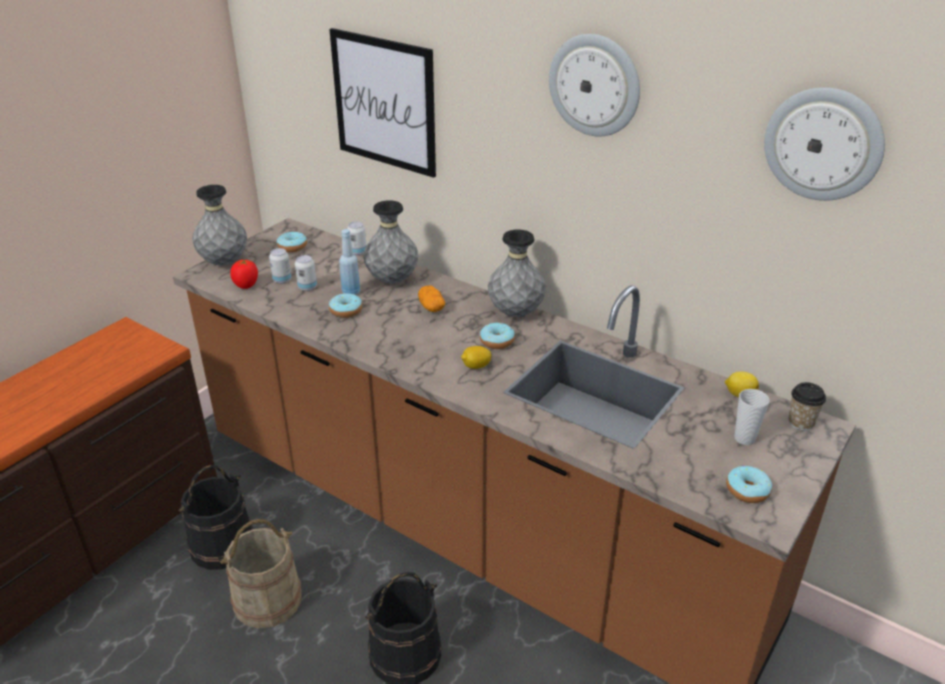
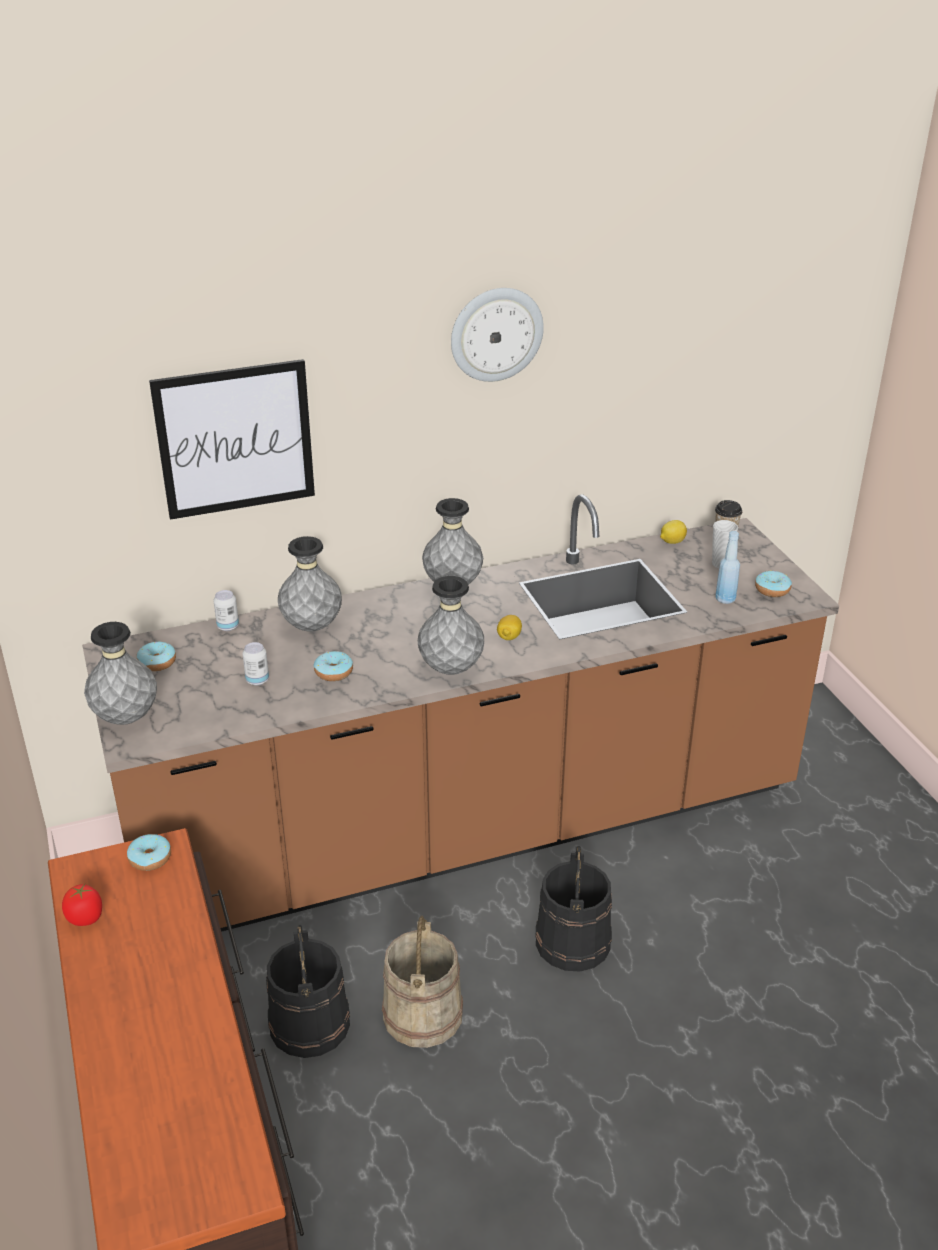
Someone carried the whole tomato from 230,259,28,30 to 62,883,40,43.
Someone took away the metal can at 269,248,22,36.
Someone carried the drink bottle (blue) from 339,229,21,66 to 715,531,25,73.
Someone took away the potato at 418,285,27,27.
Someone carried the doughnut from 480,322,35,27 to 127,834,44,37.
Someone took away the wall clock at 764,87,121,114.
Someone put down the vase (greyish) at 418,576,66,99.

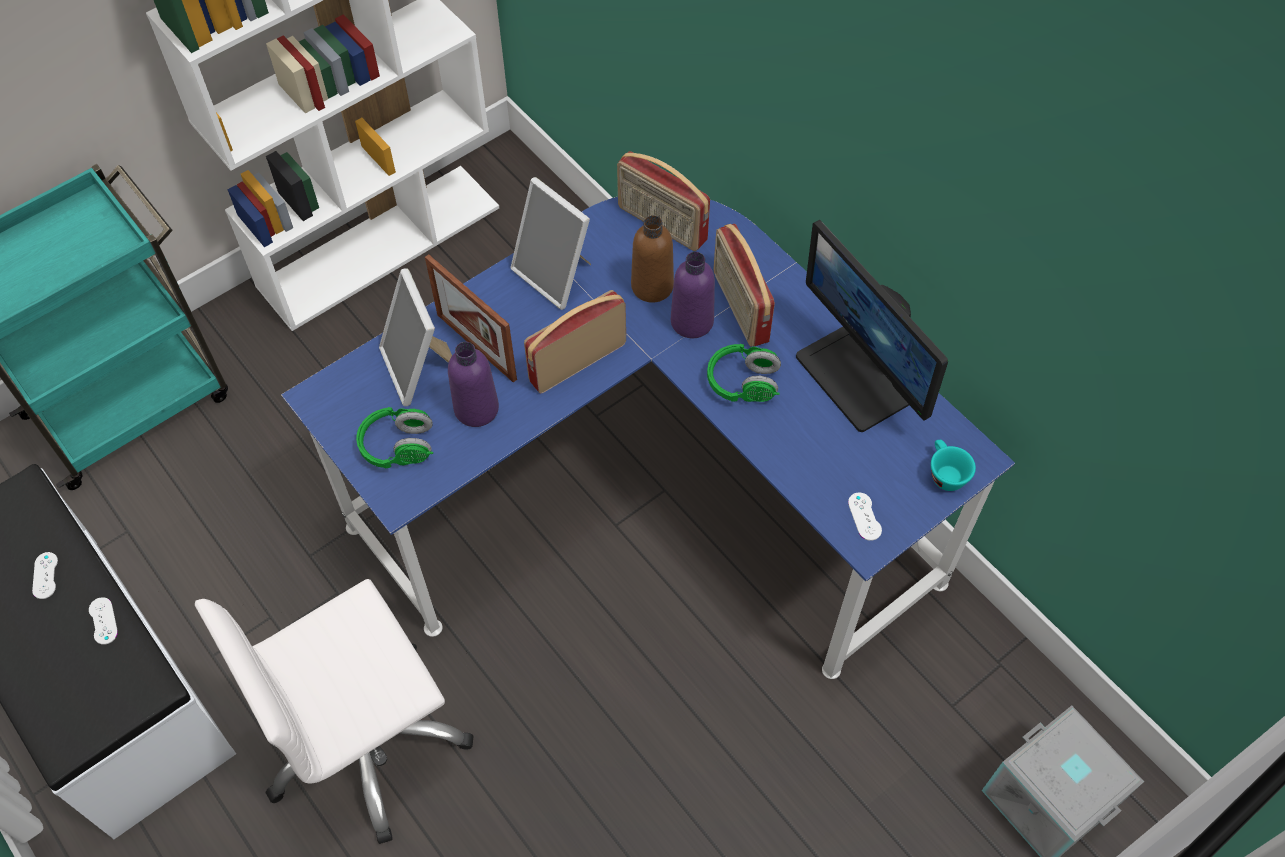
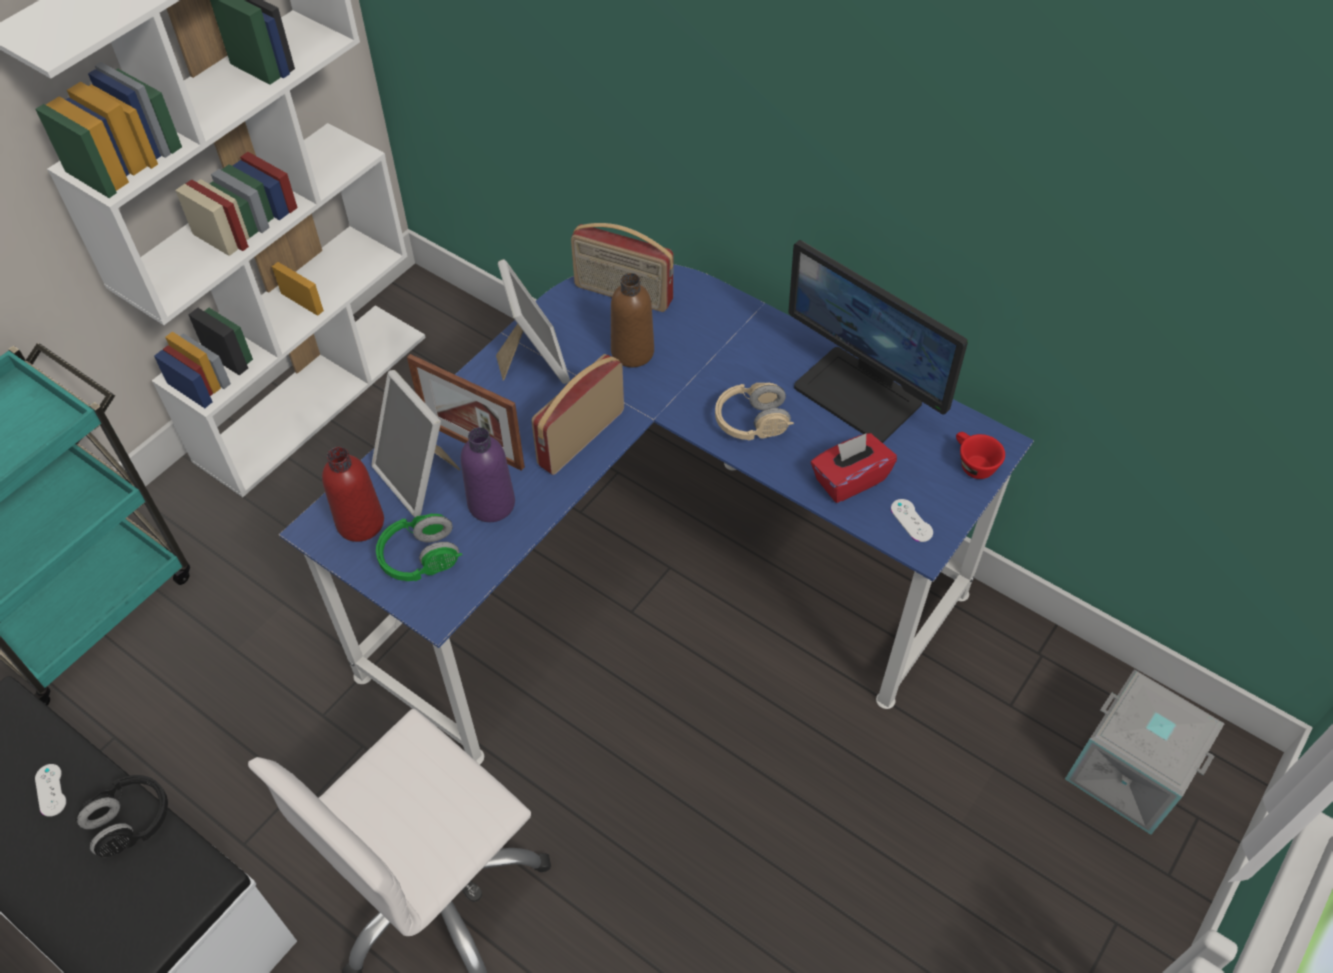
Someone swapped the joypad (white-coloured) at 89,597,29,48 for the headphones (black) at 74,775,94,82.
Someone rotated the photo frame at 510,177,81,133 by 135 degrees counterclockwise.
Someone took away the drink bottle (purple) at 671,252,44,86.
Someone repainted the headphones (green) at 707,344,74,58, which became the headphones (beige-coloured) at 715,382,79,59.
Someone took away the radio at 714,224,61,123.
Someone repainted the small cup (blue-green) at 931,440,45,51, which became the small cup (red) at 956,432,49,47.
Someone put down the drink bottle (red) at 322,447,62,95.
Someone put down the box of tissues (red) at 811,433,86,70.

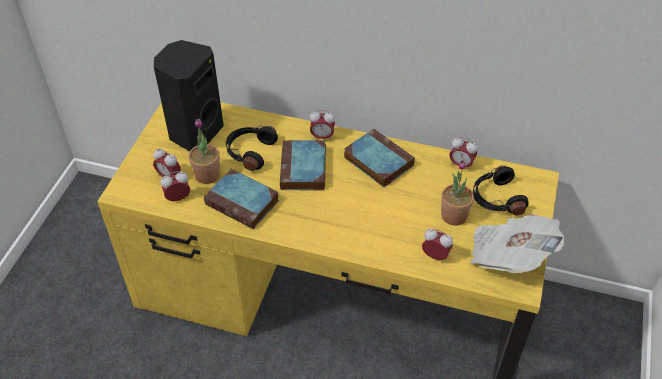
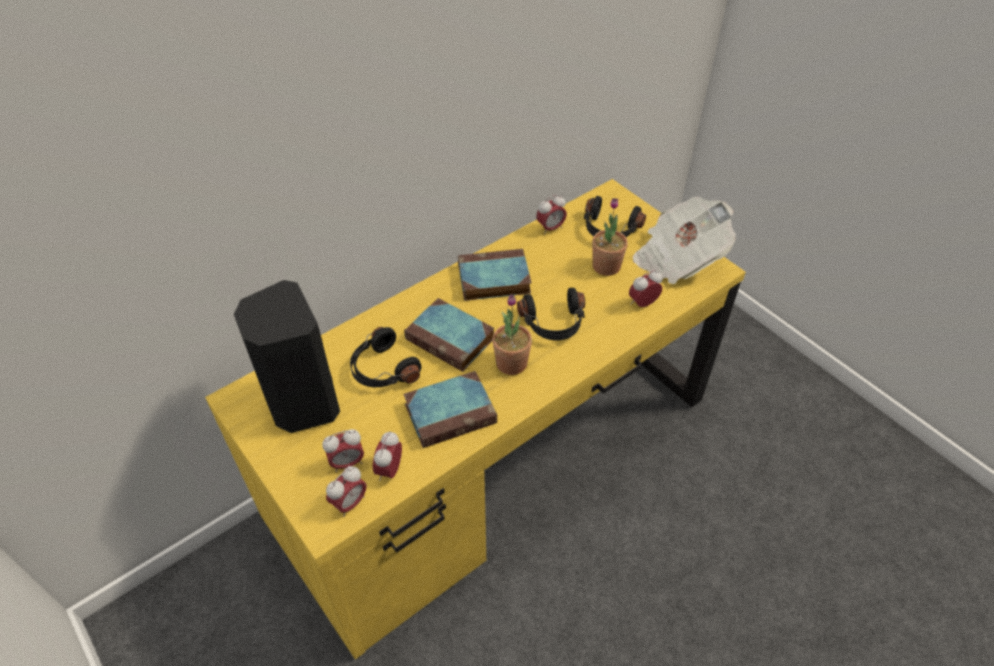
Someone carried the potted plant from 189,119,31,65 to 492,294,40,81.
Someone carried the bedside clock from 309,110,26,30 to 326,466,40,51.
Someone put down the headphones (black) at 517,288,68,53.

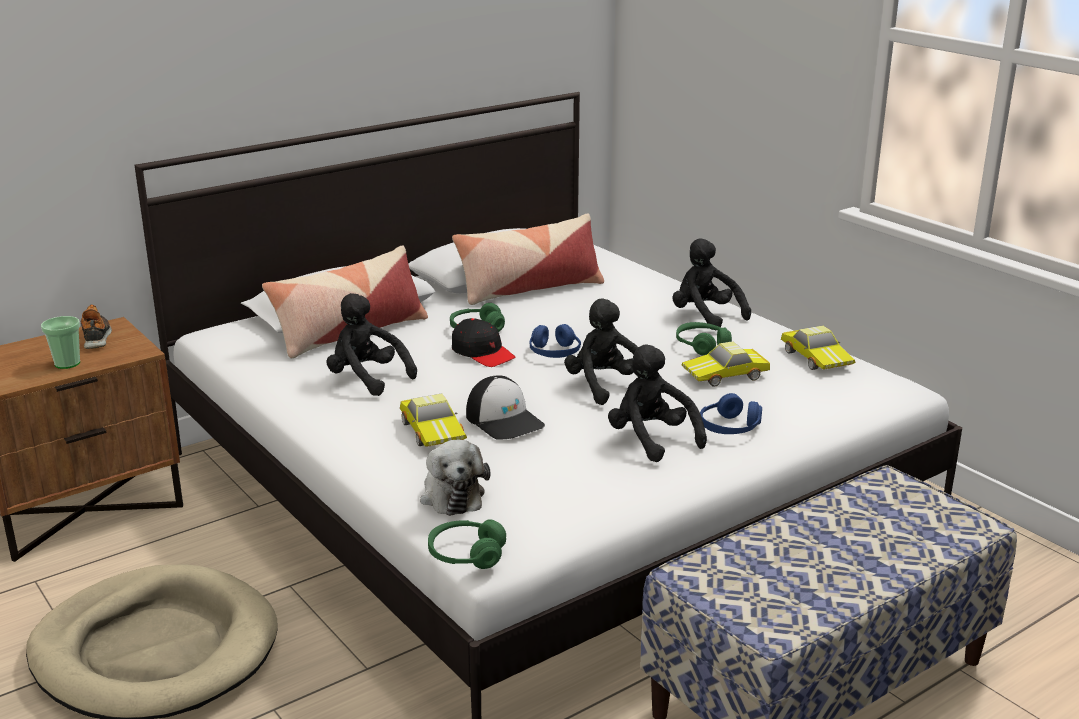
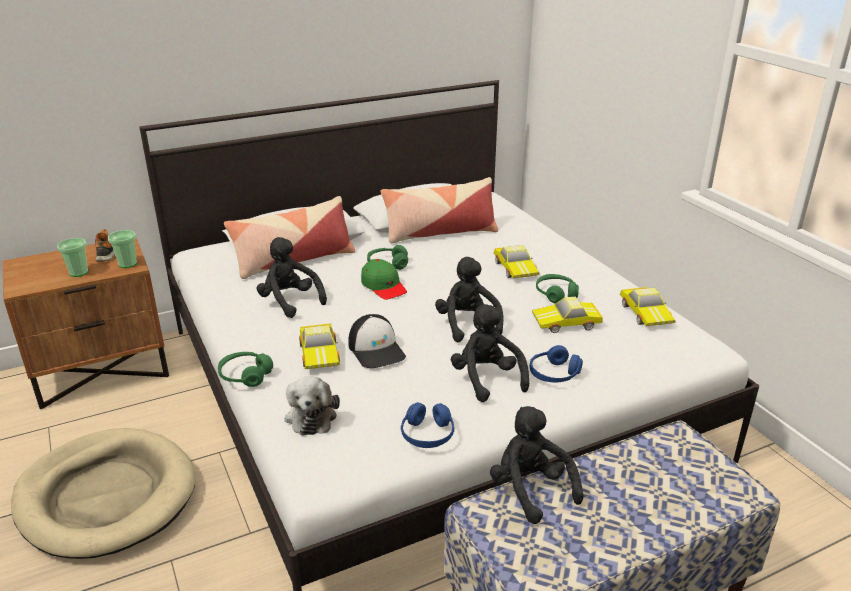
Someone carried the headphones (green) from 428,519,78,50 to 218,352,55,35.
Someone repainted the cap (black) at 452,318,64,49, which became the cap (green) at 361,259,46,41.
Someone carried the headphones (blue) from 530,324,51,34 to 401,402,53,46.
Someone carried the cuddly toy (black) from 672,238,79,92 to 490,406,94,118.
Someone put down the small cup at 108,230,29,38.
Someone put down the model car at 494,245,46,33.

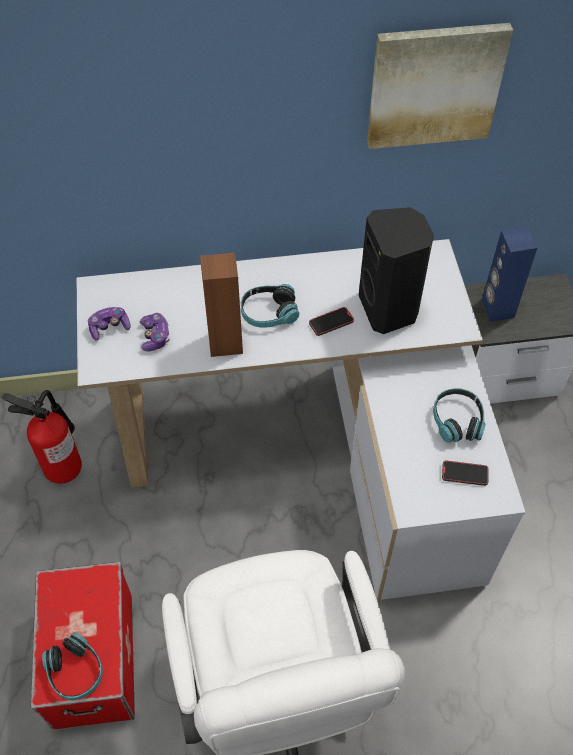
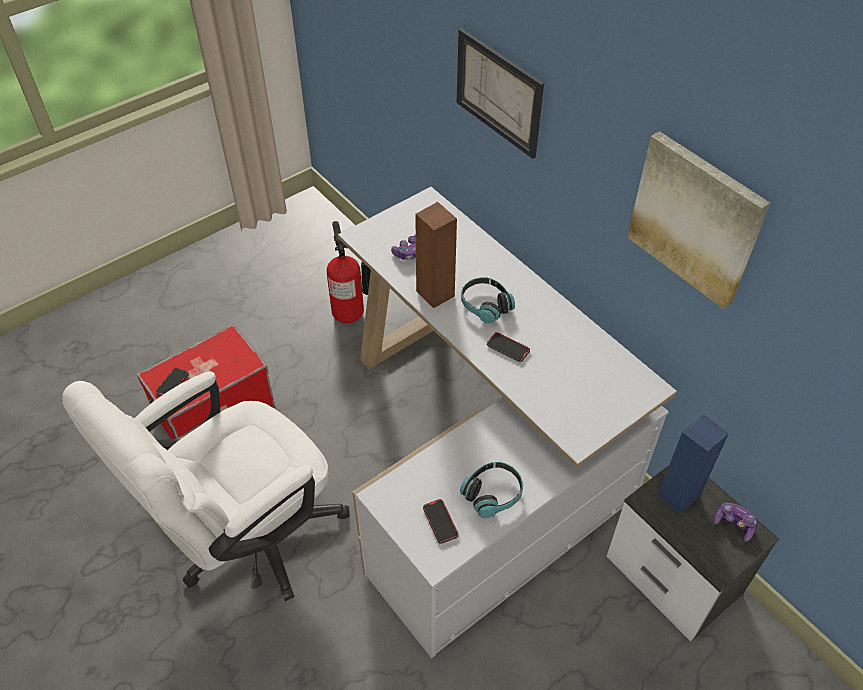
Someone swapped the headphones at 42,632,61,68 for the telephone at 155,367,34,29.
Someone carried the joypad from 88,307,43,34 to 713,503,45,38.
Someone took away the audio speaker (black) at 359,207,75,127.
Someone put up the wall art at 457,28,87,131.

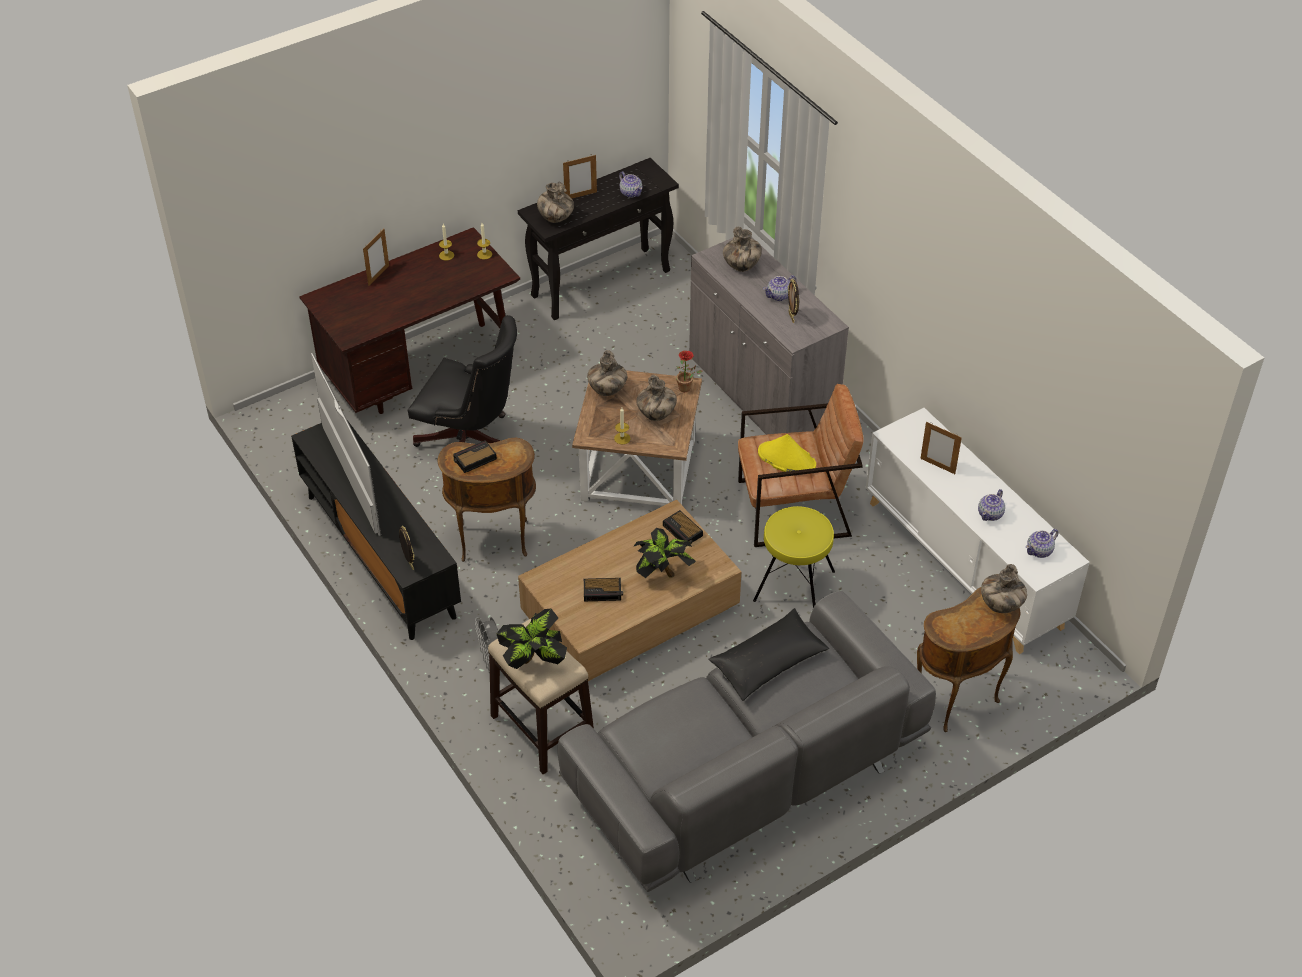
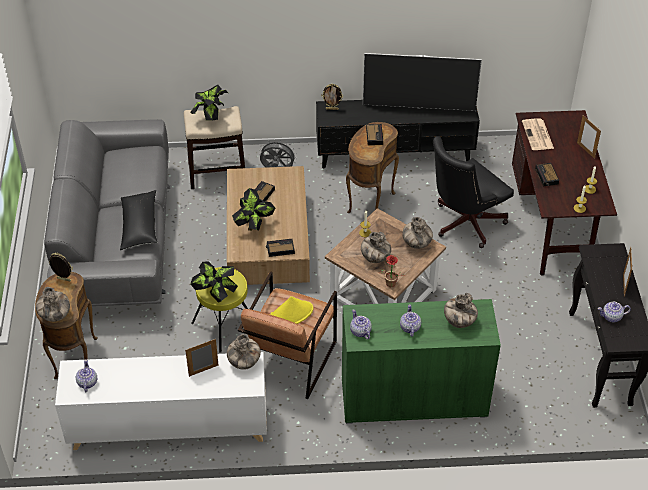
Someone carried the vase from 537,182,37,41 to 227,334,34,36.
Someone repainted the cupboard (greyish) at 689,237,160,198, which became the cupboard (green) at 342,299,159,125.
Someone carried the photo frame from 788,279,11,44 to 49,253,24,28.
Someone carried the tea pot from 978,489,27,32 to 350,309,22,30.
Someone put down the potted plant at 190,261,48,42.
Someone put down the daily paper at 522,118,32,32.
Someone put down the bedside clock at 535,163,24,24.

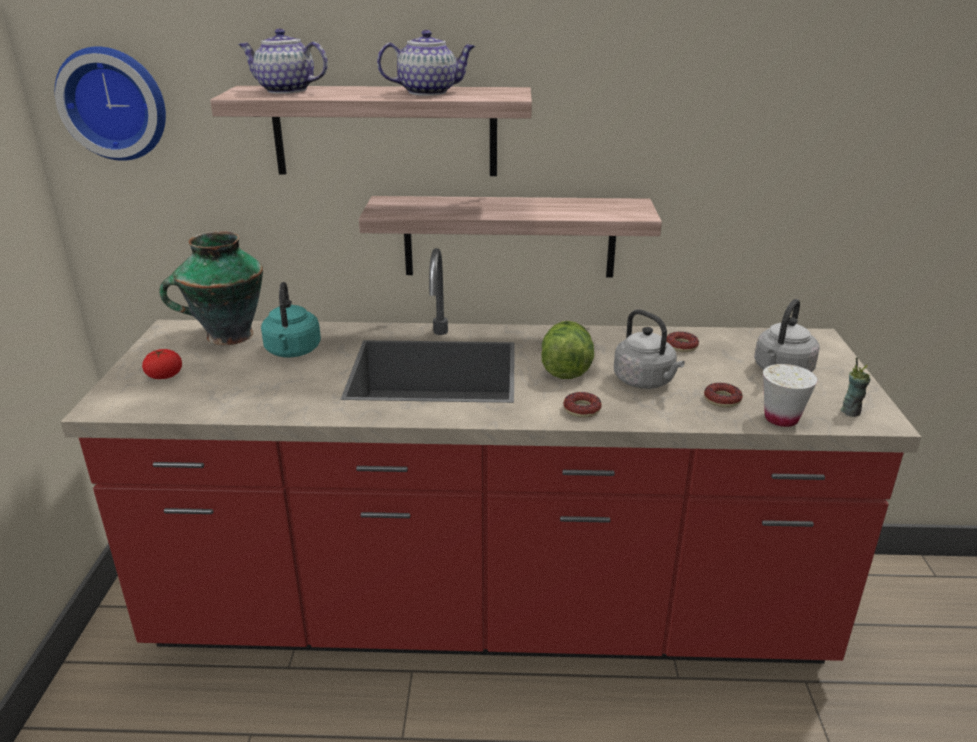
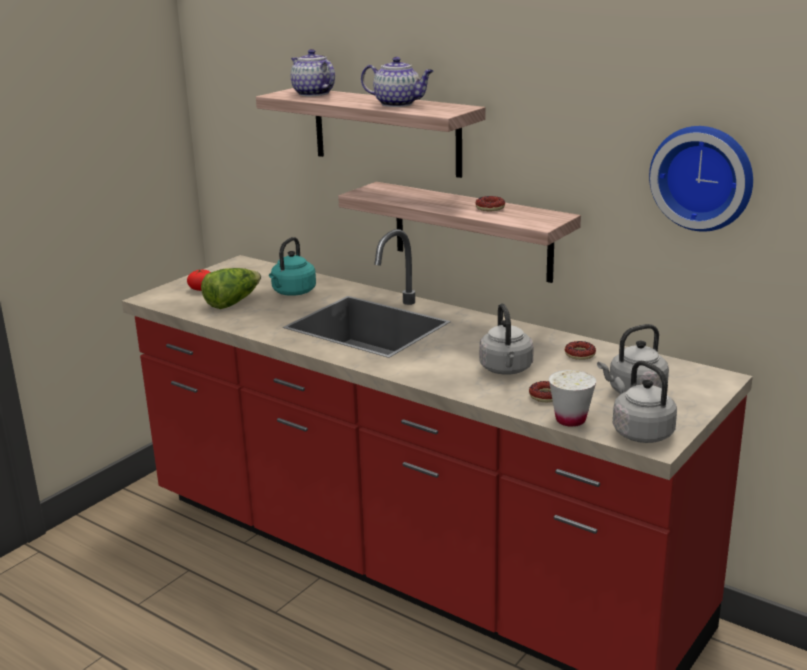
Someone carried the wall clock from 55,46,111,115 to 649,126,104,106.
Someone took away the vase at 159,231,104,114.
Someone carried the lettuce from 542,321,52,58 to 201,268,60,41.
Someone carried the doughnut from 564,392,38,26 to 475,196,30,15.
Someone swapped the small cup at 841,357,29,60 for the tea kettle (greyish) at 613,361,64,82.

